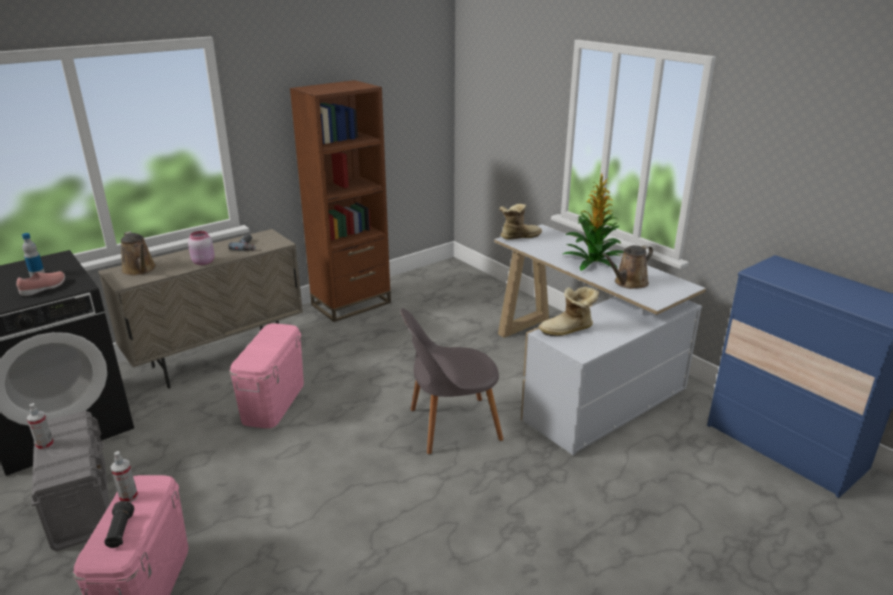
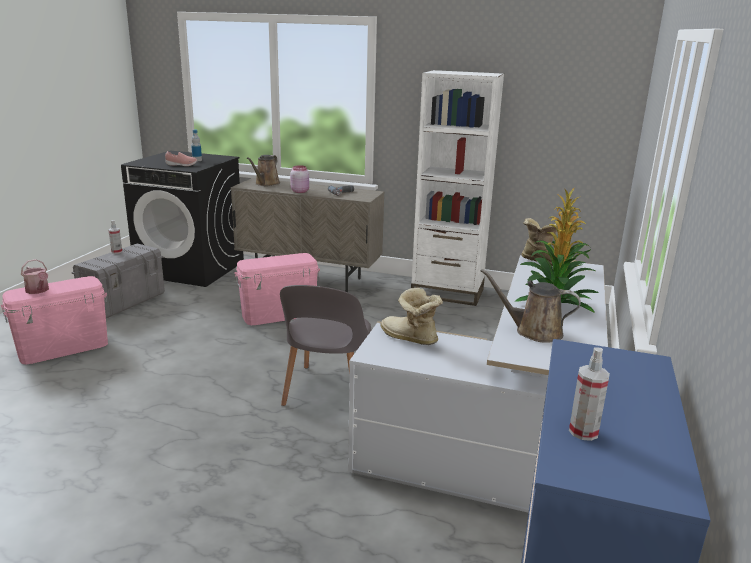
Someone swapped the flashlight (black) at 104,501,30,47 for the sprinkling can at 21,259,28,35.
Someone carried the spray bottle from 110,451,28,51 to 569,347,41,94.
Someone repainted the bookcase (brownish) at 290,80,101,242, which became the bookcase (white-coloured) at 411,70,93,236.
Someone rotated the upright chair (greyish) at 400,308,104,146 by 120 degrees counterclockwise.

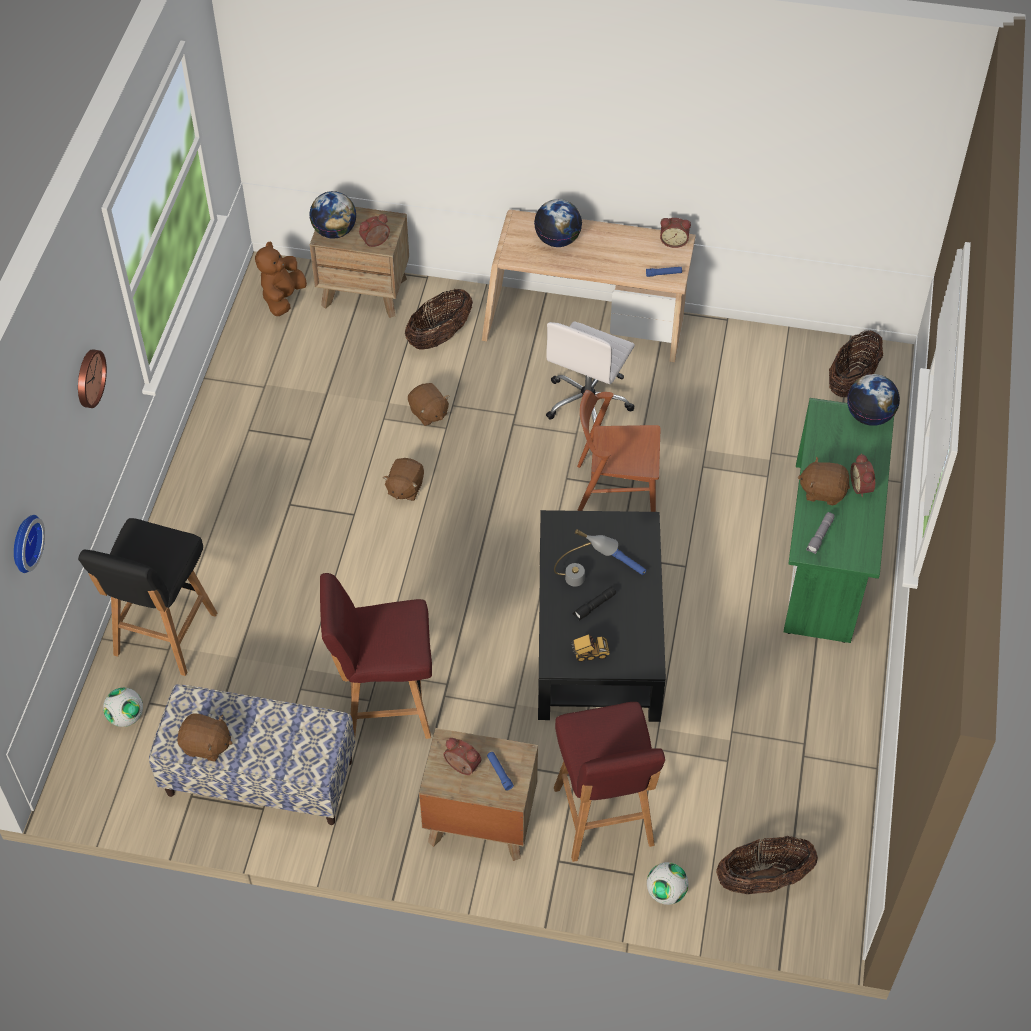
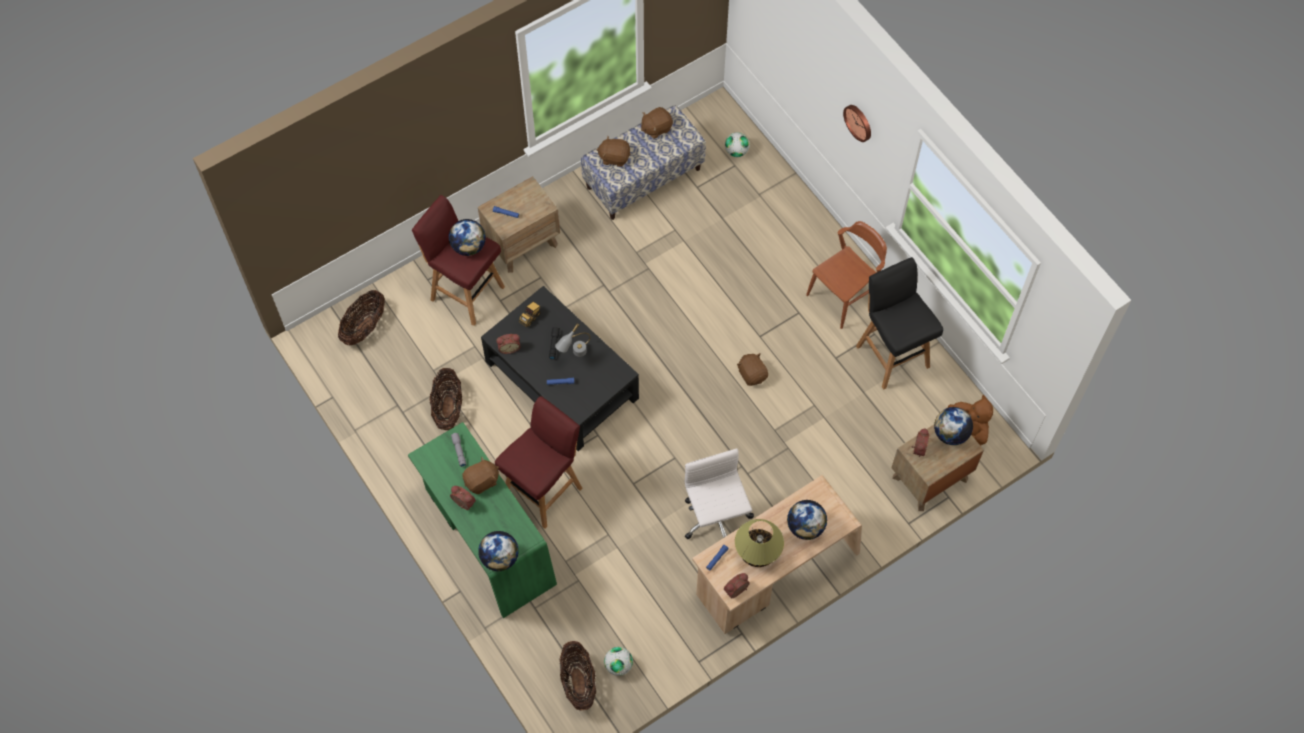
Someone took away the wall clock at 14,515,31,58.
Someone carried the sitting stool (black) from 78,518,139,158 to 856,257,88,133.
Someone carried the sitting stool (red) from 320,573,112,166 to 495,396,87,133.
Someone carried the basket from 405,289,68,61 to 430,368,32,62.
Someone carried the cuddly toy (brownish) from 408,383,42,43 to 596,135,35,32.
Someone carried the bedside clock from 444,738,37,37 to 496,334,25,20.
Someone carried the upright chair (brownish) from 577,390,84,122 to 806,221,81,108.
Someone carried the football ball from 647,862,42,43 to 604,647,29,29.
Someone put down the world globe at 449,219,37,37.
Someone put down the table lamp at 735,519,49,48.

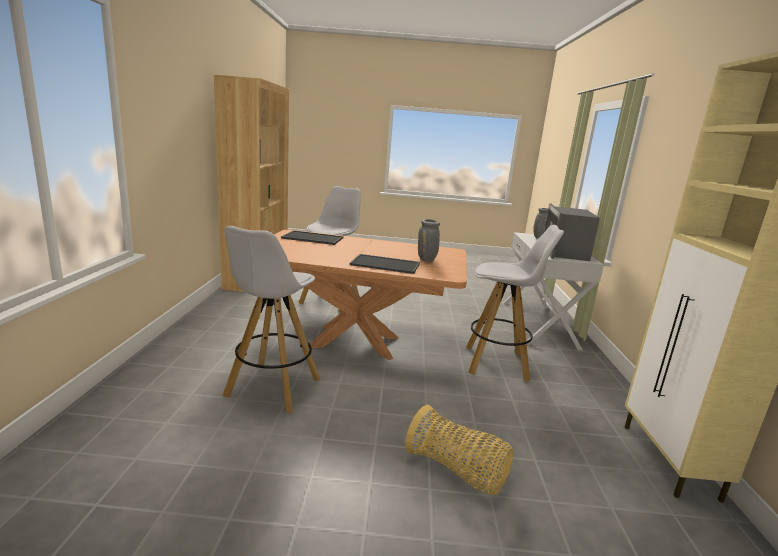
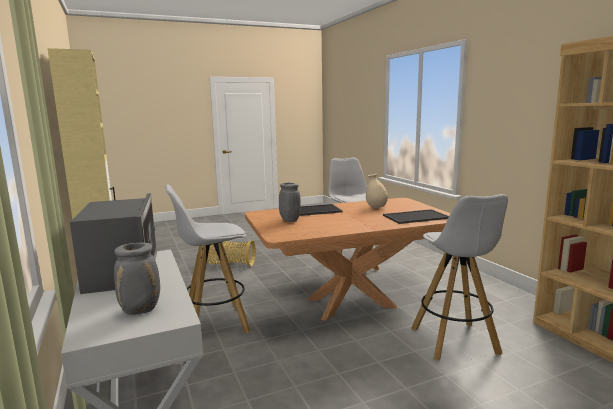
Someone put down the vase (beige-coloured) at 366,174,22,34.

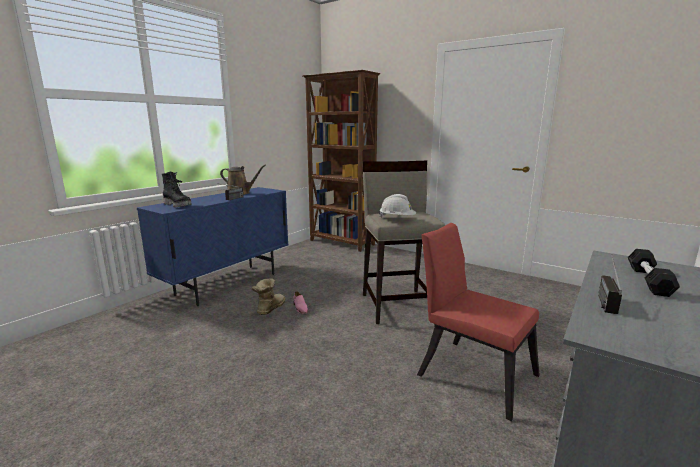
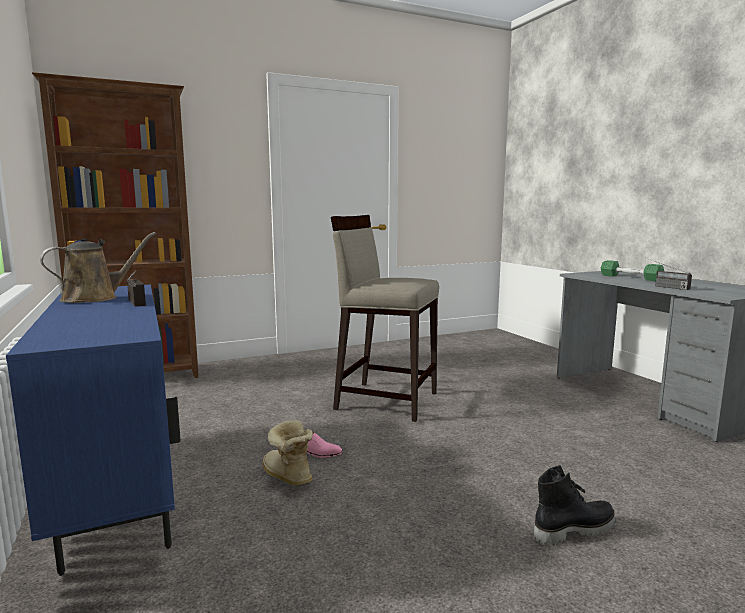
Someone carried the tall boot (black) from 161,172,31,35 to 534,465,81,80.
Someone took away the hard hat (white-coloured) at 379,194,37,24.
Someone took away the upright chair (red) at 417,223,123,198.
Someone repainted the dumbbell (black) at 628,249,52,48, which became the dumbbell (green) at 601,260,63,21.

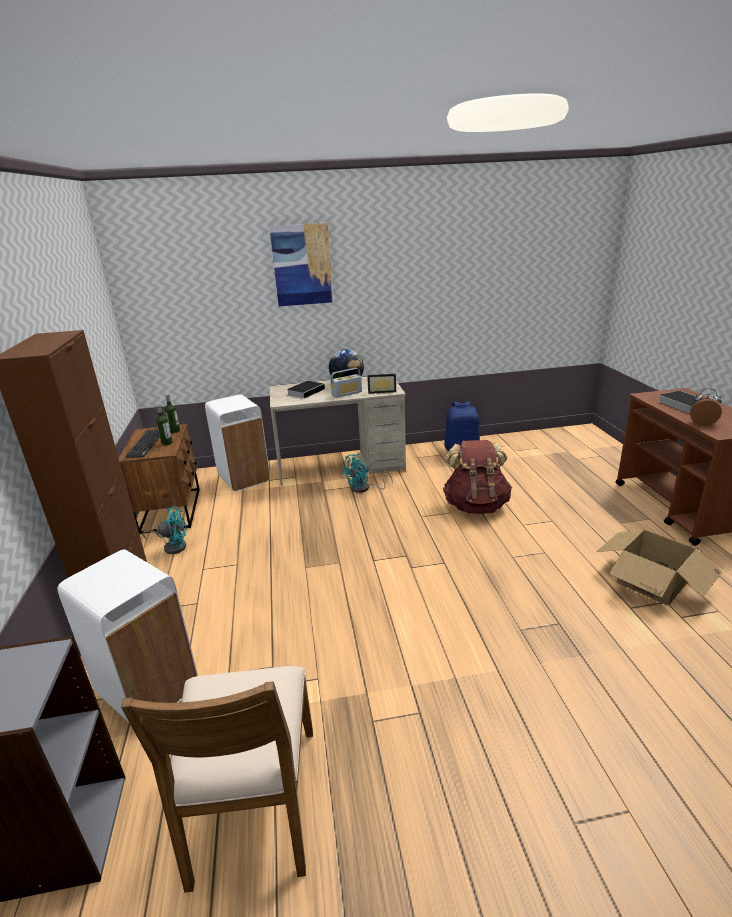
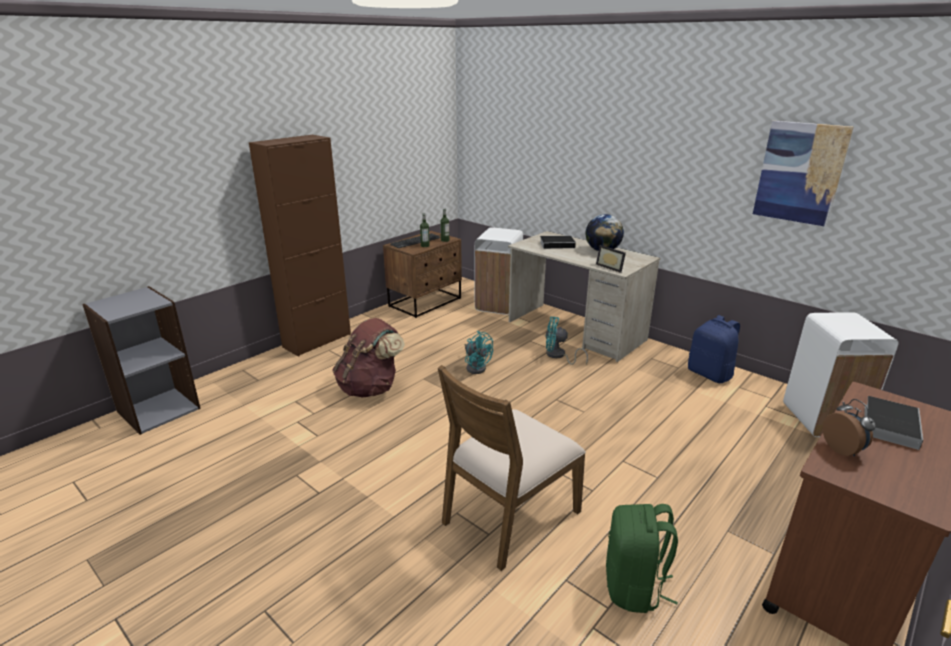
Someone carried the trash can (white-coloured) from 57,550,141,173 to 783,312,116,125.
Someone carried the upright chair (brownish) from 121,666,192,227 to 438,365,148,206.
Someone carried the cooling fan (blue-green) from 142,506,45,48 to 465,331,28,43.
Someone carried the wall art from 269,223,65,83 to 753,121,101,106.
Someone took away the radio at 330,368,32,30.
Someone carried the backpack (brownish) from 443,440,69,74 to 332,318,73,80.
Someone swapped the carton at 597,530,125,76 for the backpack (green) at 606,504,72,109.

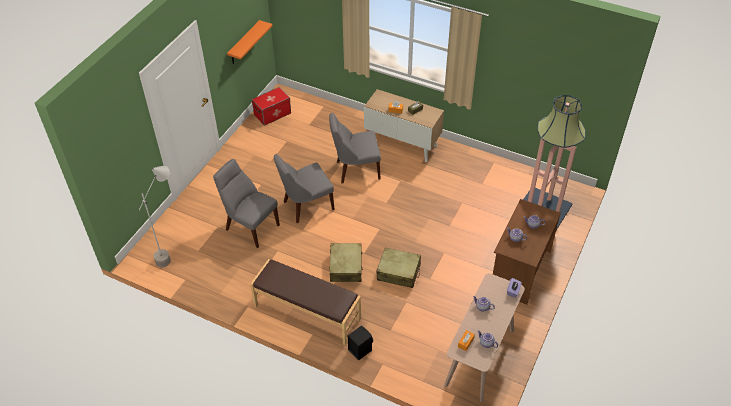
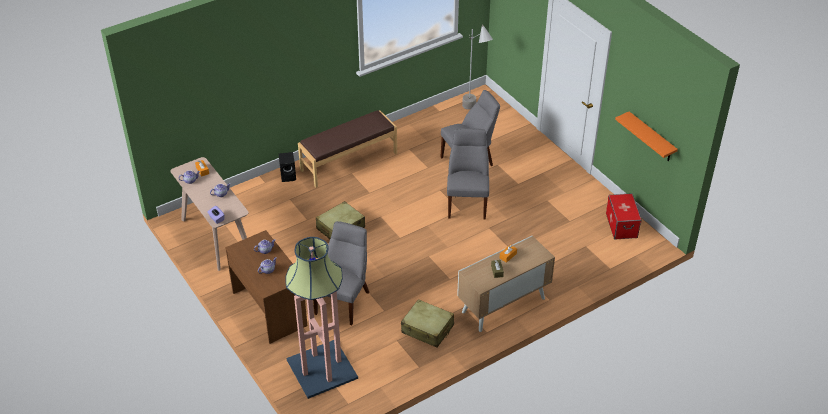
Someone carried the upright chair (greyish) from 329,113,52,70 to 313,221,56,104.
Someone carried the piece of luggage (beige-coloured) from 329,243,34,39 to 401,299,53,48.

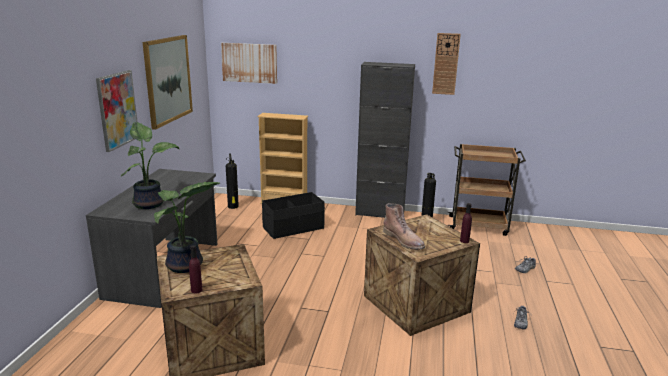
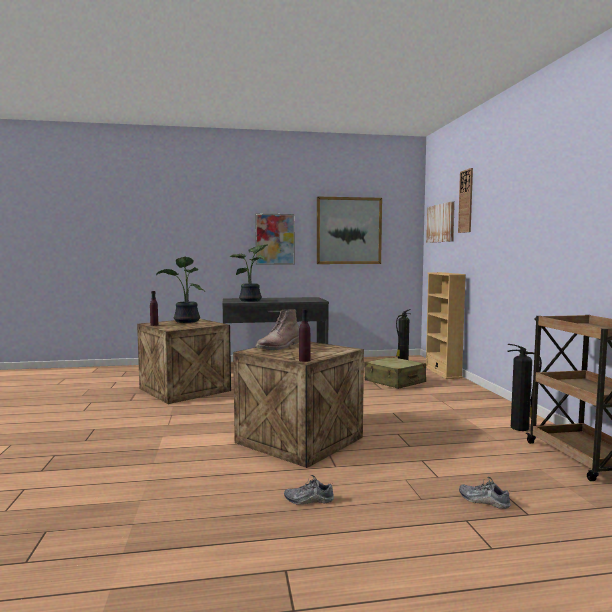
Someone swapped the storage box (black) at 262,192,63,47 for the piece of luggage (beige-coloured) at 364,357,62,32.
Someone took away the cupboard (black) at 355,62,60,156.
Someone carried the wall clock from 432,33,29,62 to 458,168,15,65.

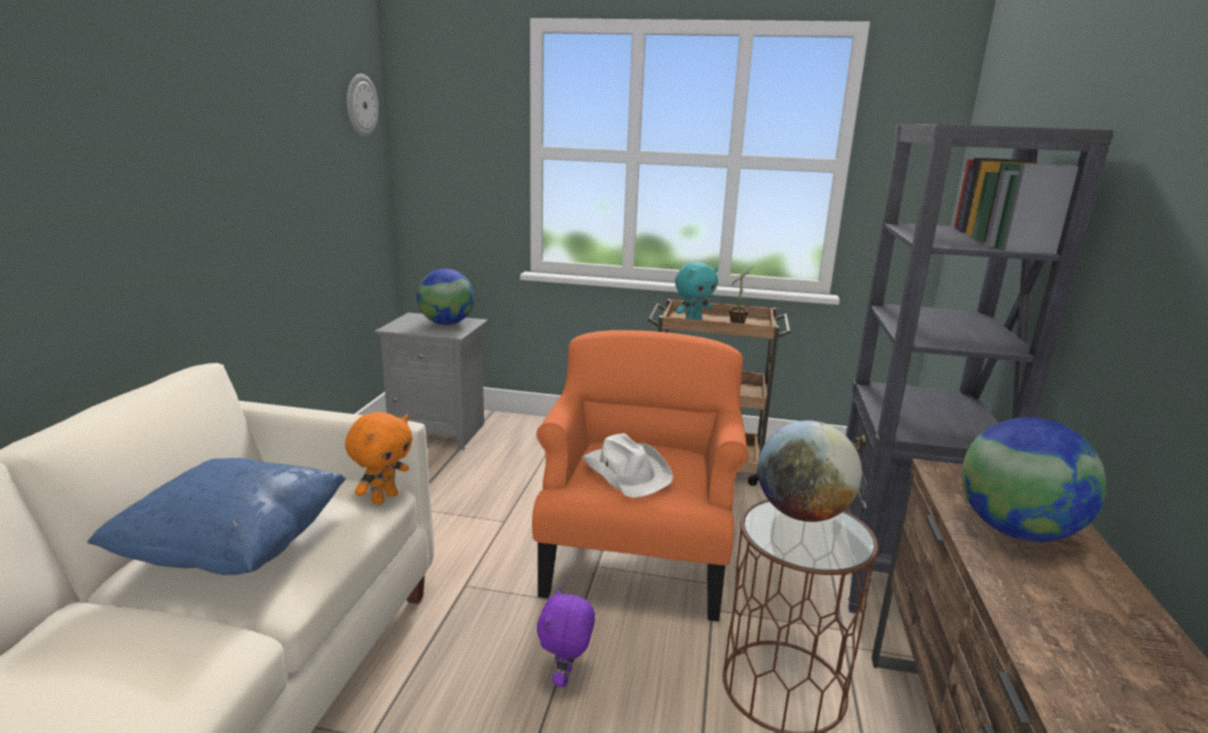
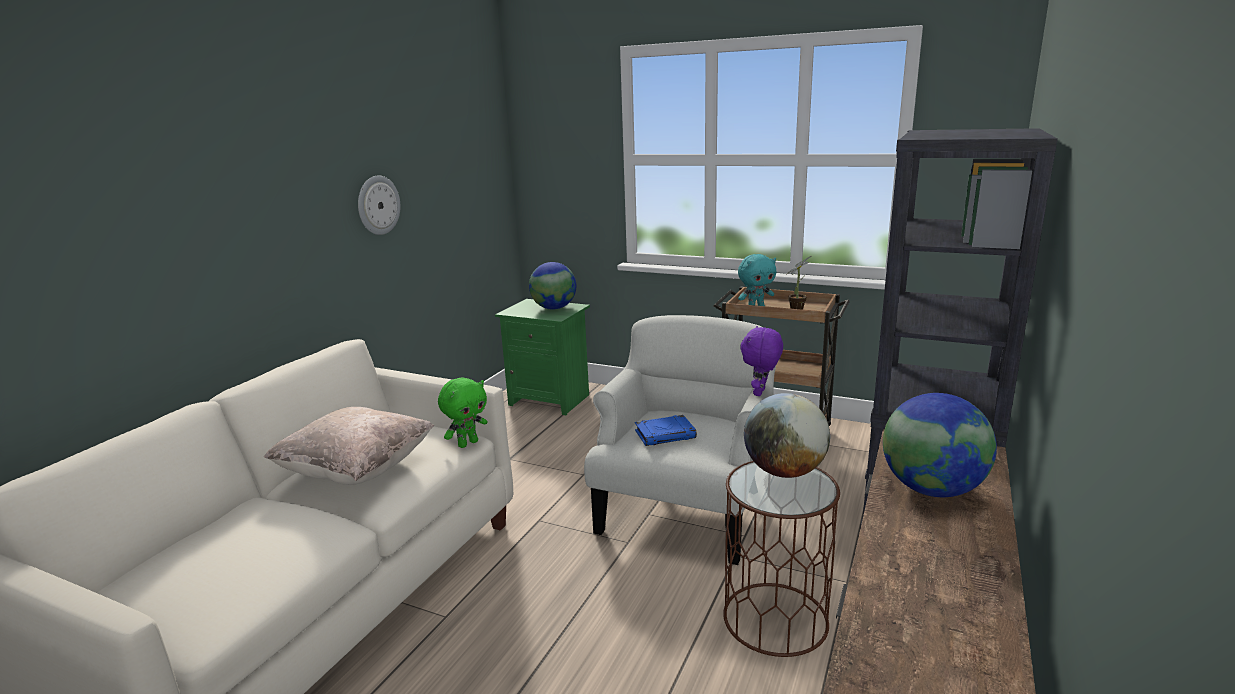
Someone repainted the pillow (blue) at 87,458,259,117, which became the pillow (beige-coloured) at 264,407,170,78.
Someone repainted the cuddly toy (orange-coloured) at 345,412,68,93, which became the cuddly toy (green) at 438,377,50,71.
Someone carried the wall clock from 347,74,32,63 to 358,175,42,60.
Someone repainted the nightstand (greyish) at 375,313,113,137, which became the nightstand (green) at 495,299,95,117.
Someone repainted the easy chair (orange-coloured) at 532,330,217,292, which became the easy chair (white-coloured) at 584,315,192,250.
Someone carried the cuddly toy (purple) from 537,587,58,100 to 741,326,42,70.
Someone swapped the clothing hat (white-coloured) at 582,433,91,65 for the volume (blue) at 635,415,62,31.

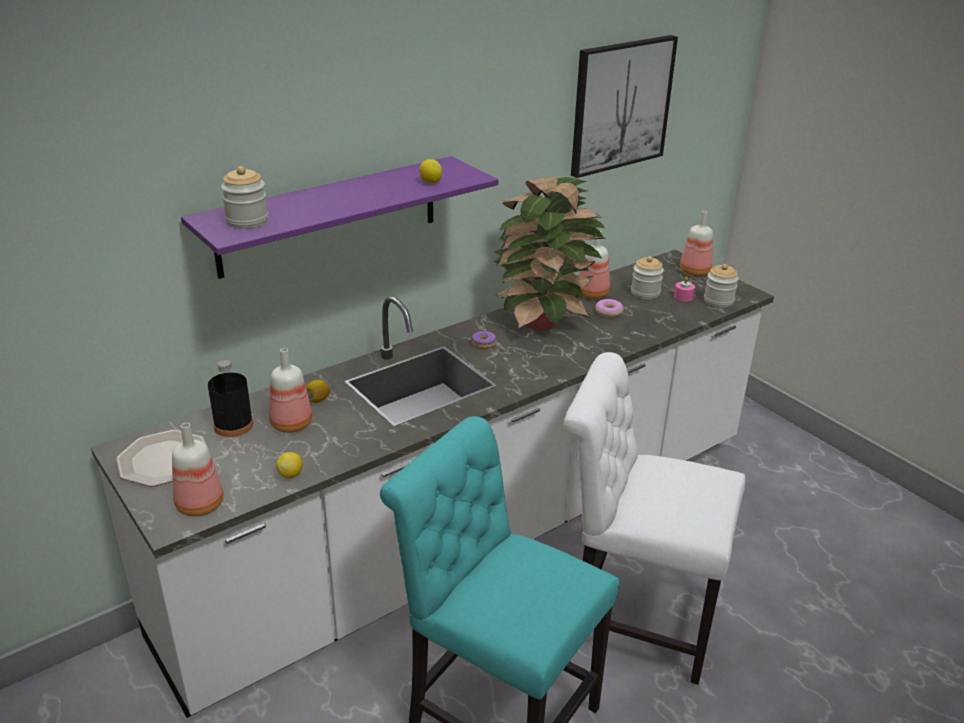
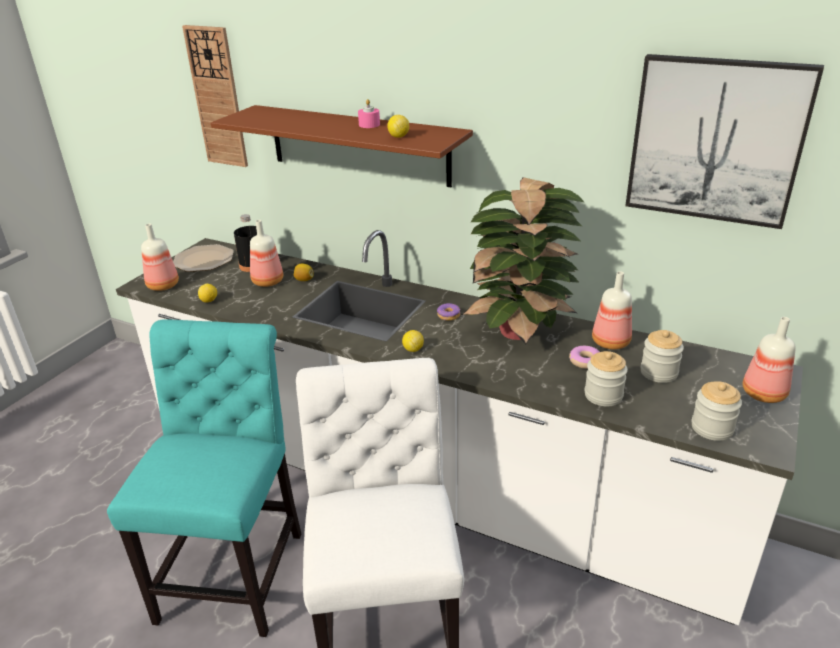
Someone repainted the wall shelf (purple) at 181,156,318,123, which became the wall shelf (brownish) at 211,105,262,82.
Someone carried the jar from 221,166,47,63 to 584,351,44,55.
Someone carried the candle (pinkish) from 674,276,21,26 to 358,99,22,29.
Someone put up the wall clock at 182,25,66,142.
Someone put down the whole lemon at 402,330,22,22.

